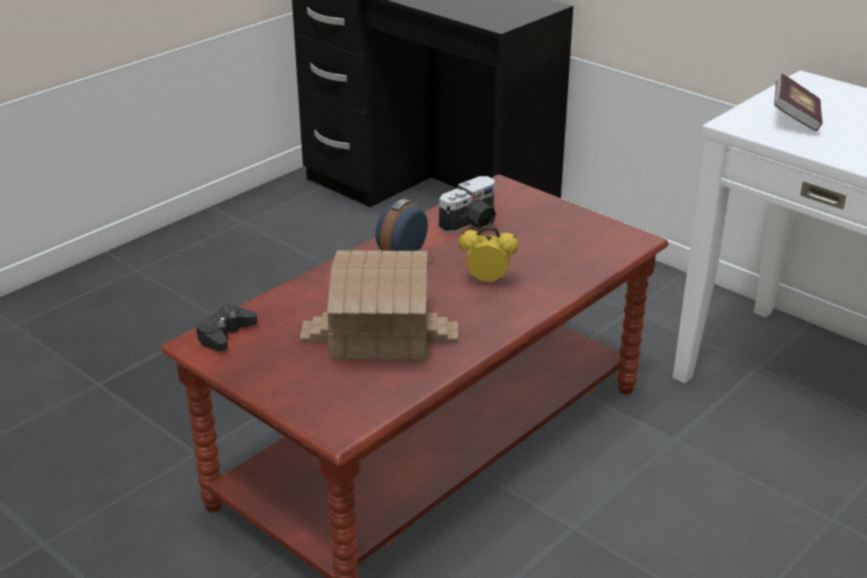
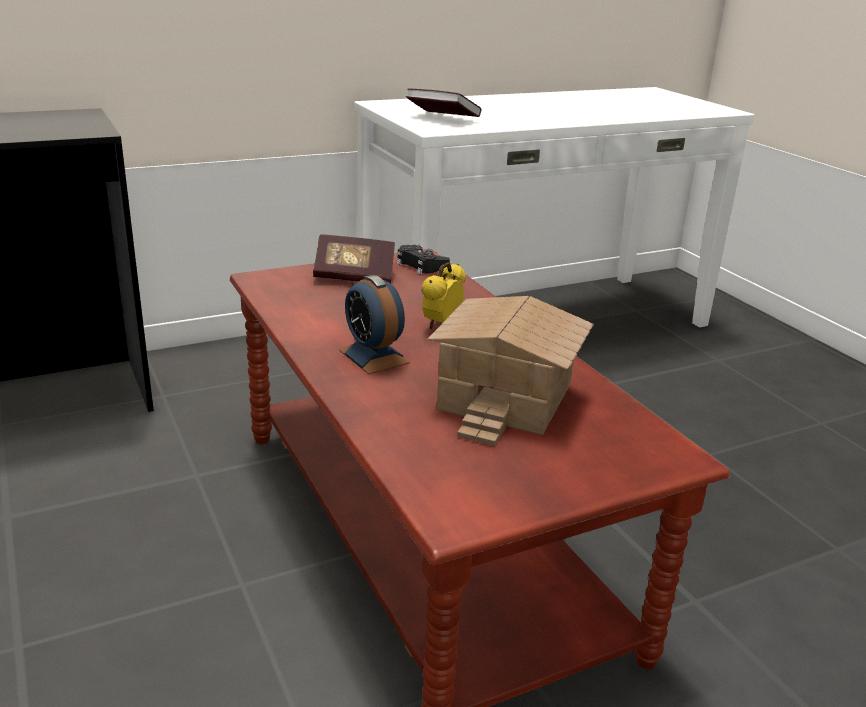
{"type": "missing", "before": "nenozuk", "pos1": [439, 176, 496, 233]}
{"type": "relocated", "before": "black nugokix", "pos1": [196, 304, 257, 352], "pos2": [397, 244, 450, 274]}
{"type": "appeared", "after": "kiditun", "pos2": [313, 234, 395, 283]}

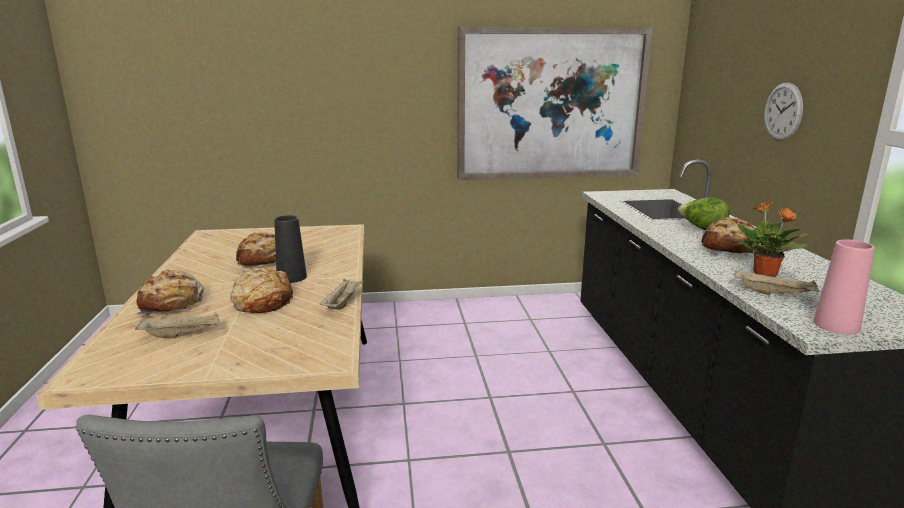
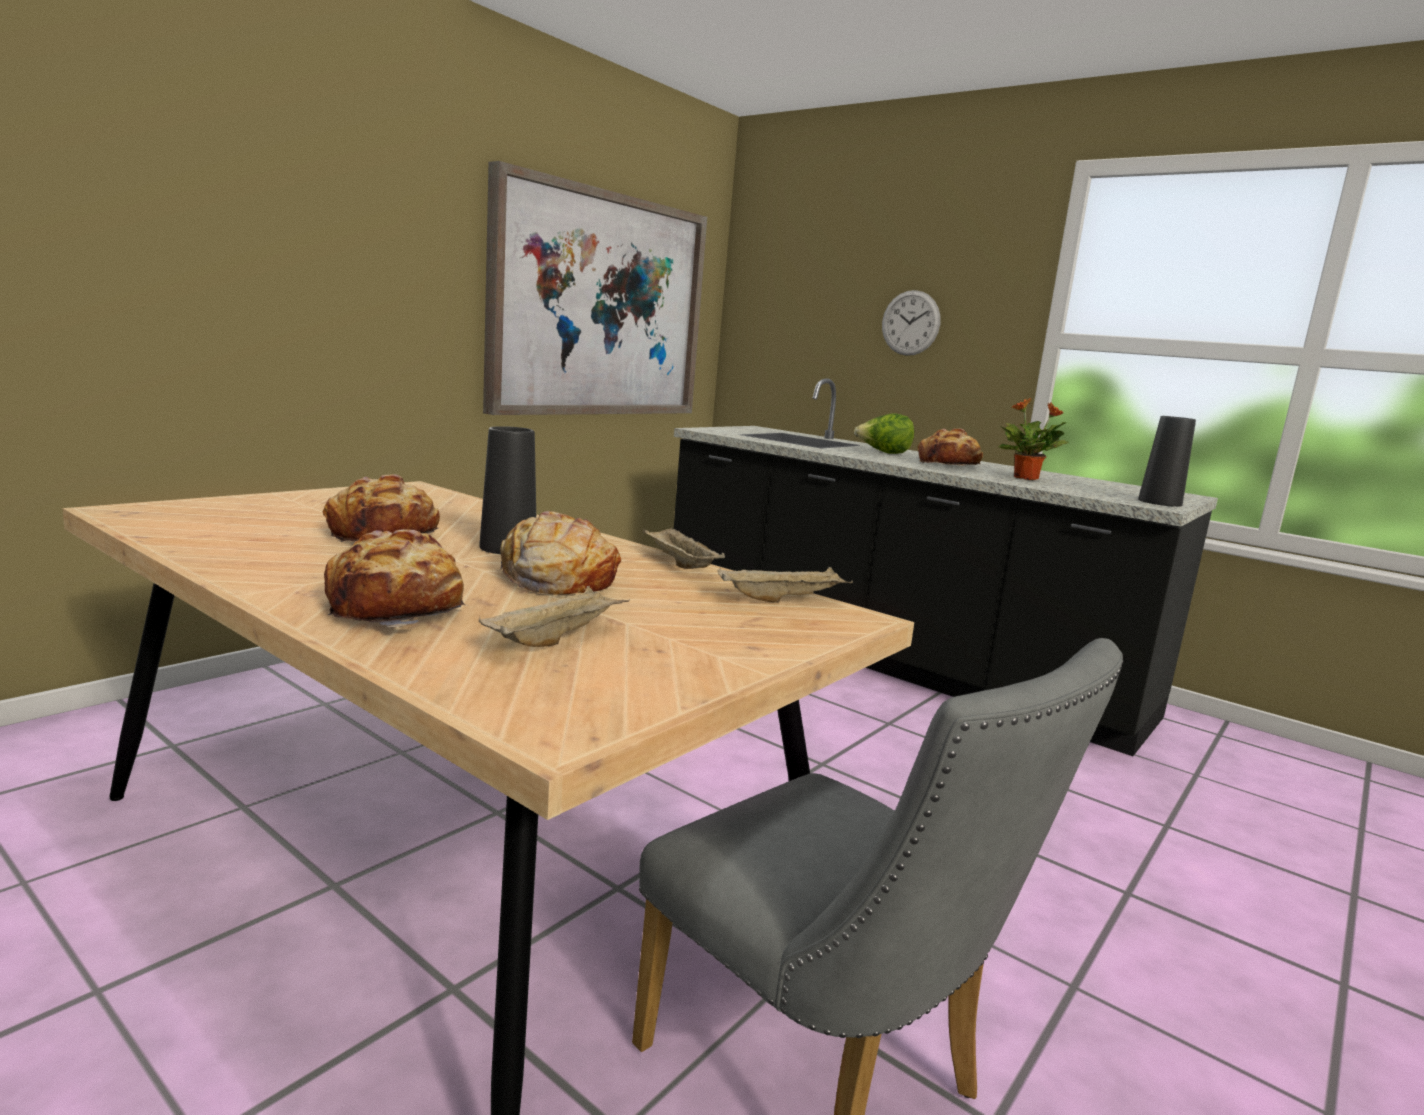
{"type": "colour", "before": "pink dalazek", "after": "black dalazek", "pos1": [813, 240, 875, 335], "pos2": [1138, 416, 1196, 507]}
{"type": "relocated", "before": "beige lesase", "pos1": [734, 270, 819, 295], "pos2": [717, 567, 853, 603]}

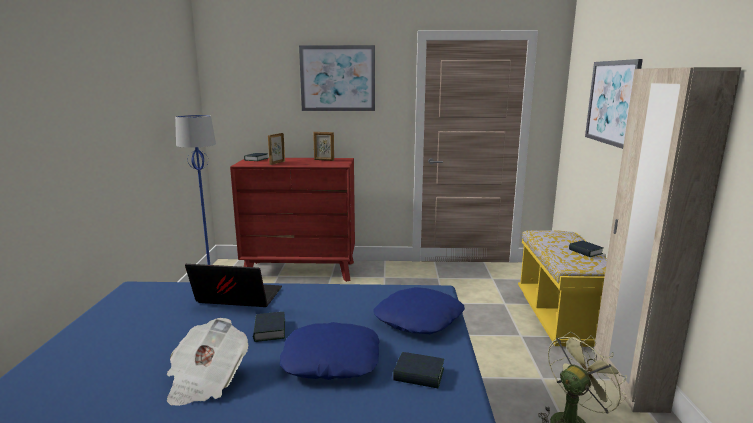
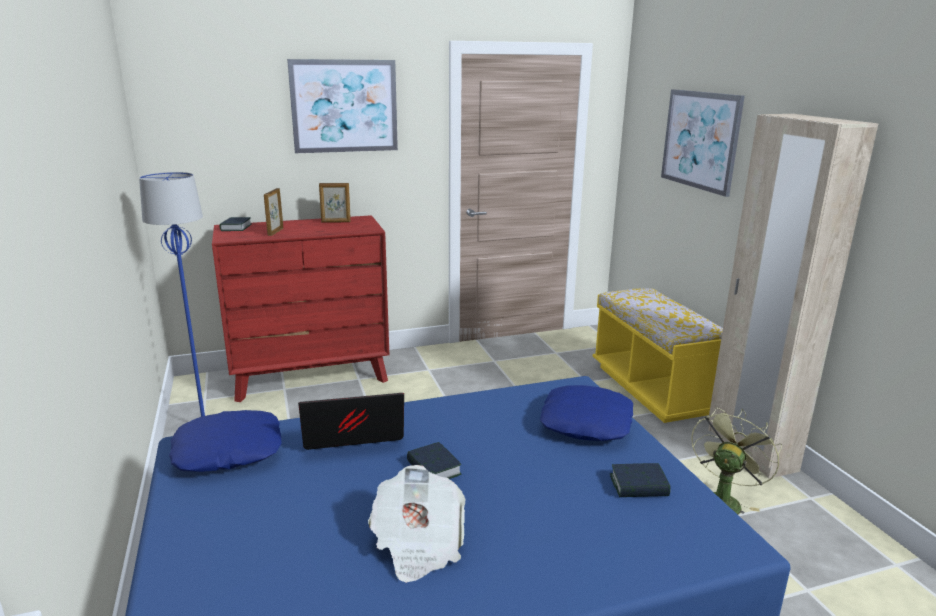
{"type": "missing", "before": "kiditun", "pos1": [569, 241, 603, 257]}
{"type": "relocated", "before": "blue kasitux", "pos1": [279, 322, 379, 380], "pos2": [169, 410, 282, 472]}

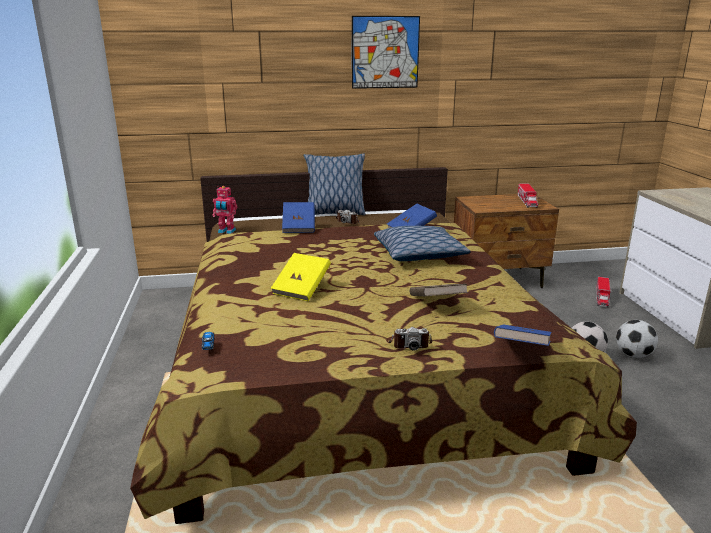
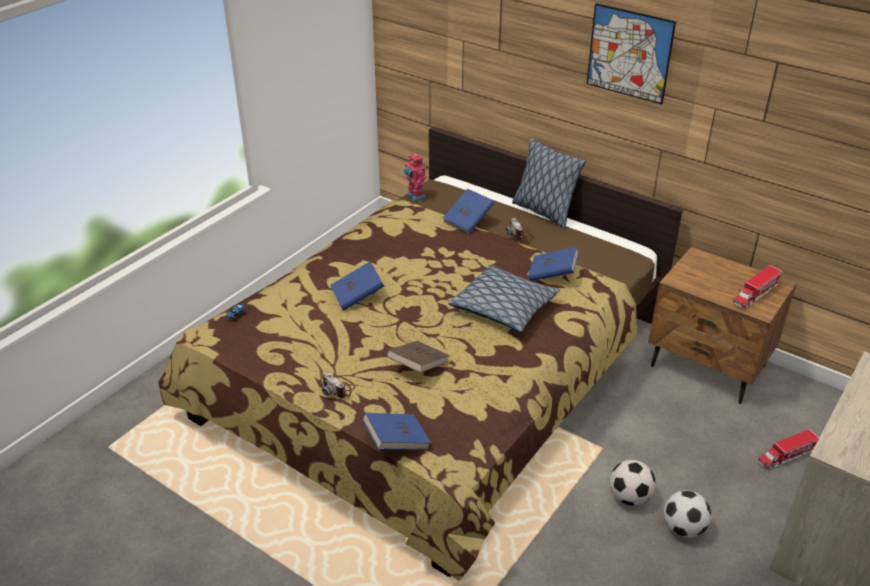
{"type": "colour", "before": "yellow kiditun", "after": "blue kiditun", "pos1": [271, 253, 331, 301], "pos2": [330, 261, 384, 311]}

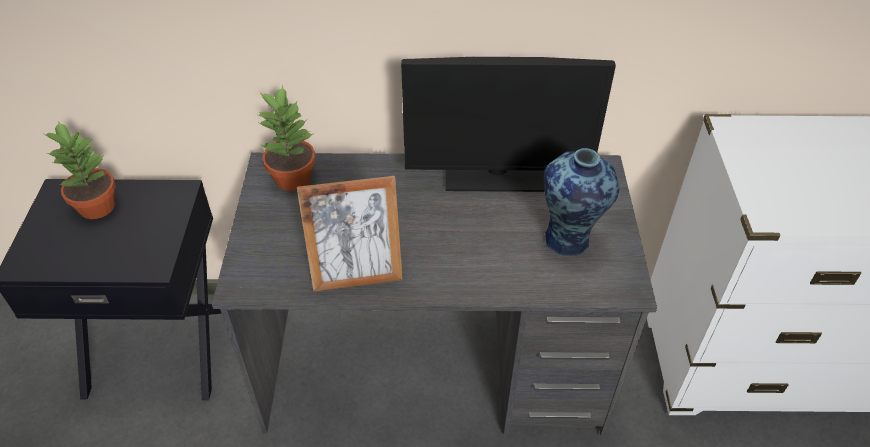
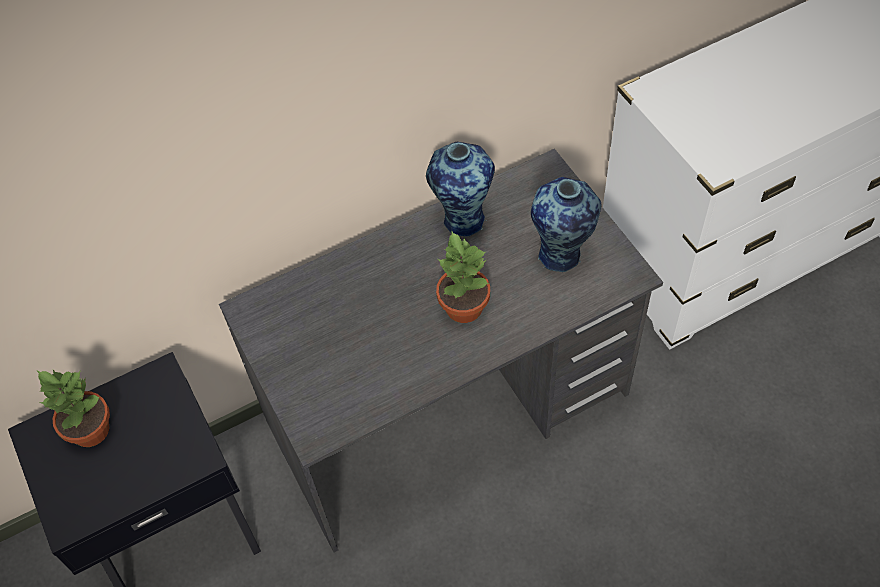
{"type": "exchanged", "before": "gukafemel", "after": "dalazek", "pos1": [401, 57, 616, 192], "pos2": [426, 142, 495, 237]}
{"type": "relocated", "before": "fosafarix", "pos1": [257, 86, 316, 191], "pos2": [436, 232, 490, 323]}
{"type": "missing", "before": "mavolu", "pos1": [297, 176, 402, 291]}

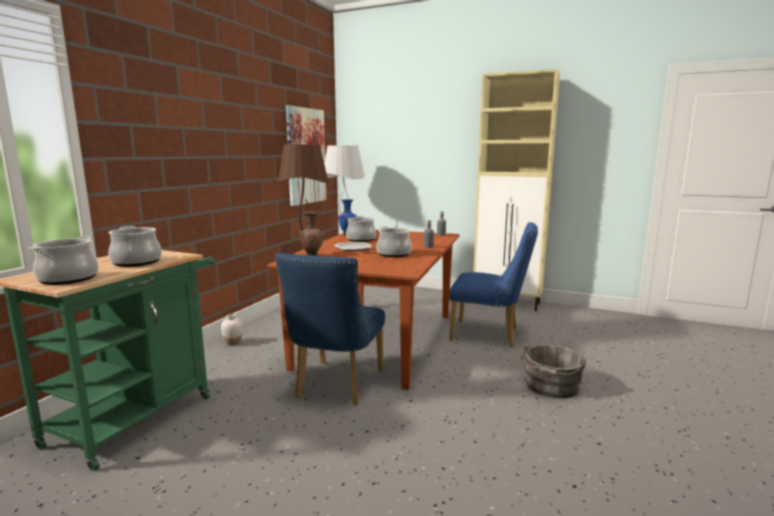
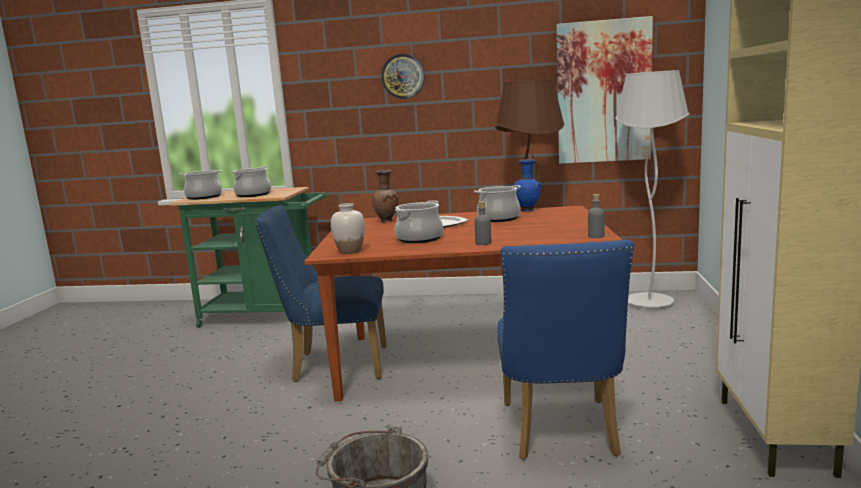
{"type": "relocated", "before": "white dalazek", "pos1": [221, 314, 243, 346], "pos2": [331, 203, 365, 254]}
{"type": "appeared", "after": "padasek", "pos2": [381, 54, 425, 99]}

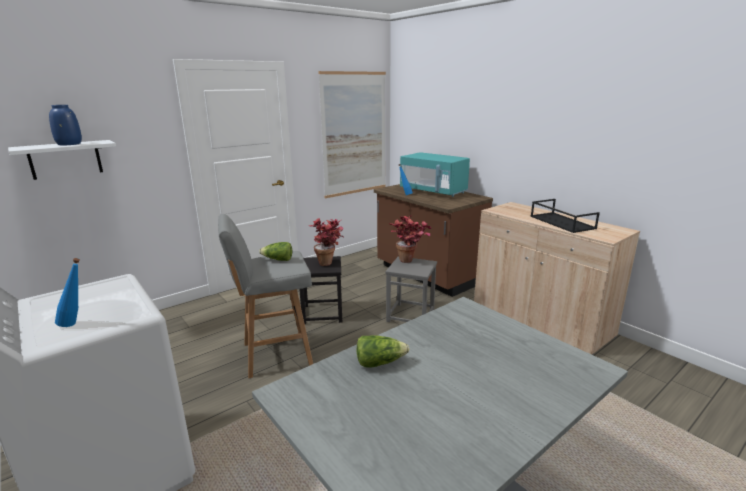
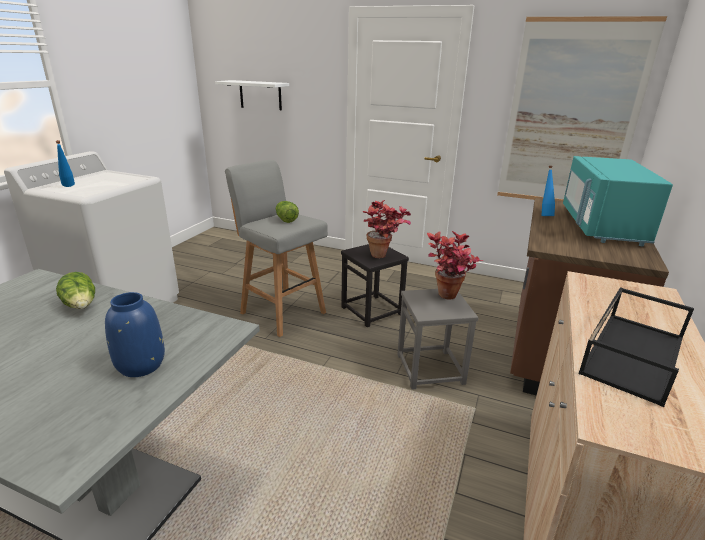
{"type": "relocated", "before": "blue dalazek", "pos1": [49, 105, 82, 145], "pos2": [105, 292, 165, 377]}

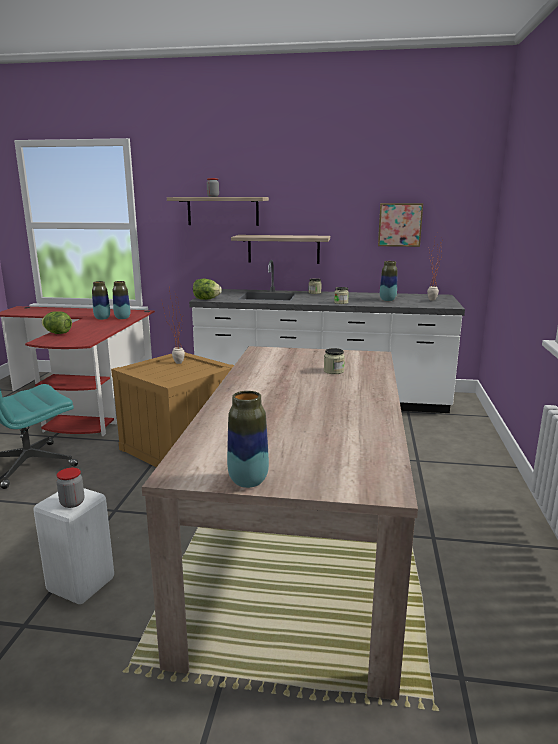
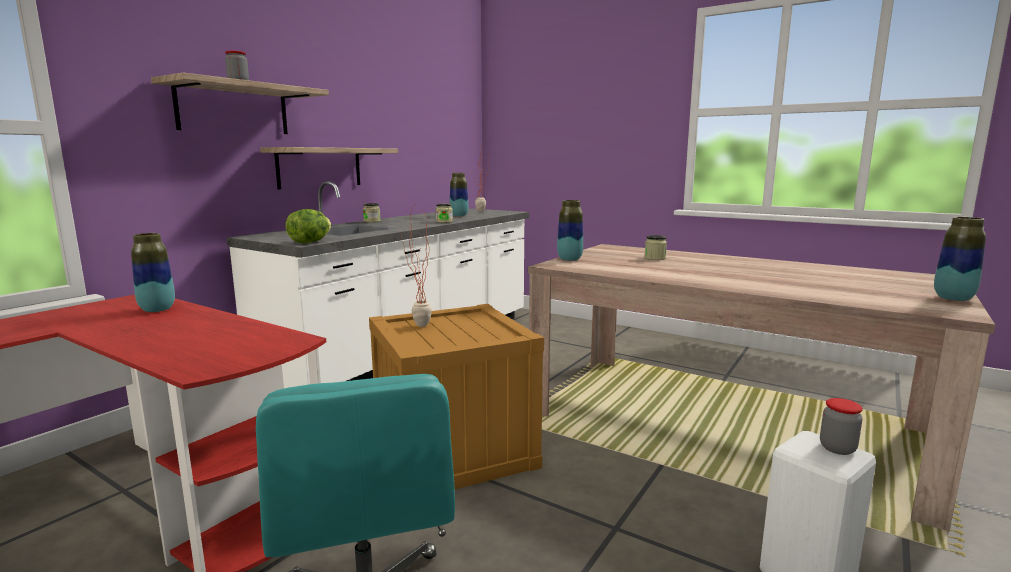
{"type": "missing", "before": "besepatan", "pos1": [378, 203, 423, 247]}
{"type": "relocated", "before": "dalazek", "pos1": [92, 281, 110, 320], "pos2": [557, 200, 583, 261]}
{"type": "missing", "before": "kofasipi", "pos1": [41, 311, 72, 334]}

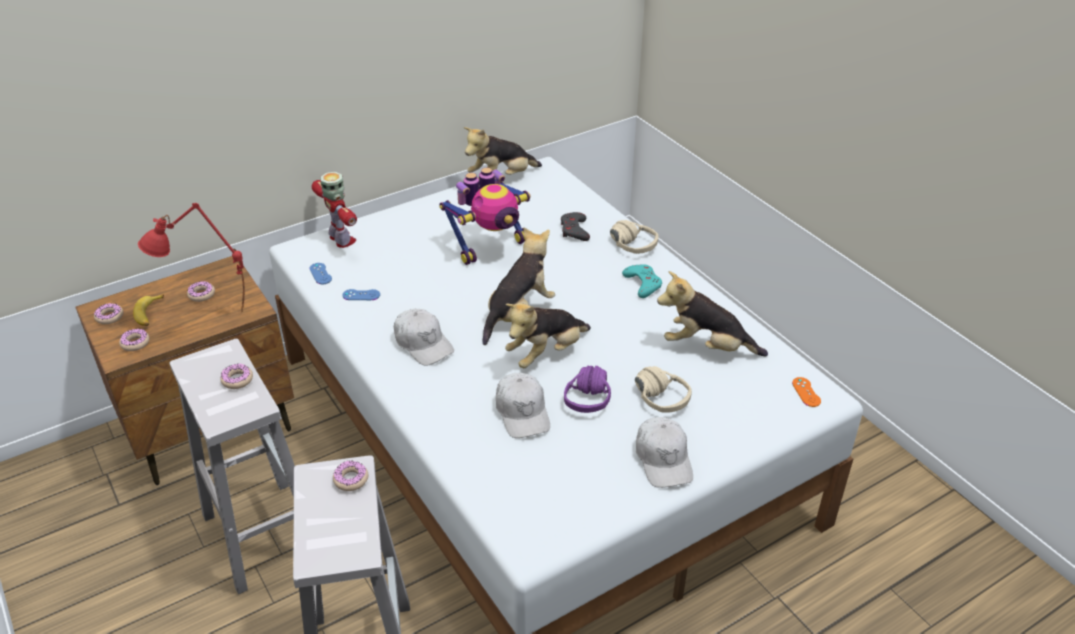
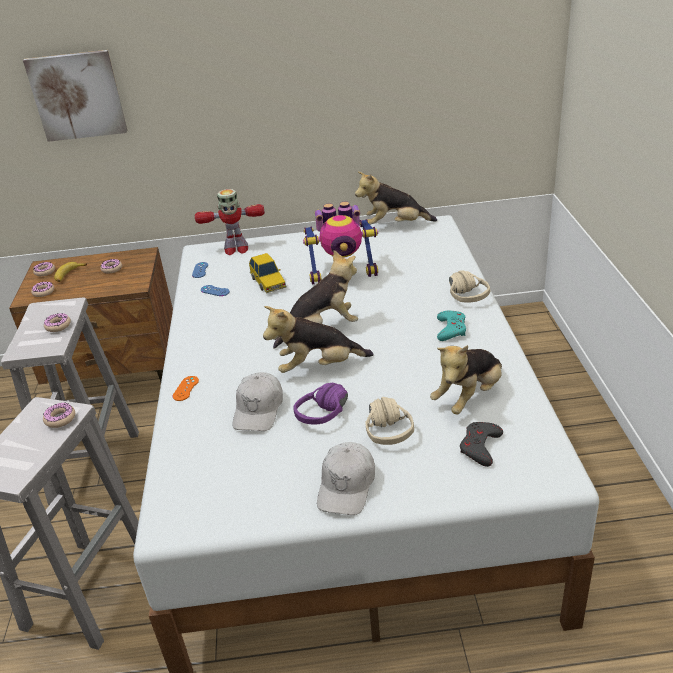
{"type": "spun", "before": "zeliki", "pos1": [312, 172, 357, 248], "pos2": [195, 189, 265, 255], "turn": 90}
{"type": "missing", "before": "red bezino", "pos1": [138, 203, 245, 312]}
{"type": "relocated", "before": "grey nugokix", "pos1": [561, 212, 590, 241], "pos2": [460, 422, 503, 467]}
{"type": "spun", "before": "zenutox", "pos1": [657, 271, 768, 356], "pos2": [430, 345, 502, 415], "turn": -90}
{"type": "missing", "before": "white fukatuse", "pos1": [394, 309, 454, 366]}
{"type": "relocated", "before": "orange nugokix", "pos1": [792, 377, 821, 407], "pos2": [173, 376, 199, 401]}
{"type": "appeared", "after": "besepatan", "pos2": [23, 50, 128, 142]}
{"type": "appeared", "after": "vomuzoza", "pos2": [249, 253, 287, 293]}

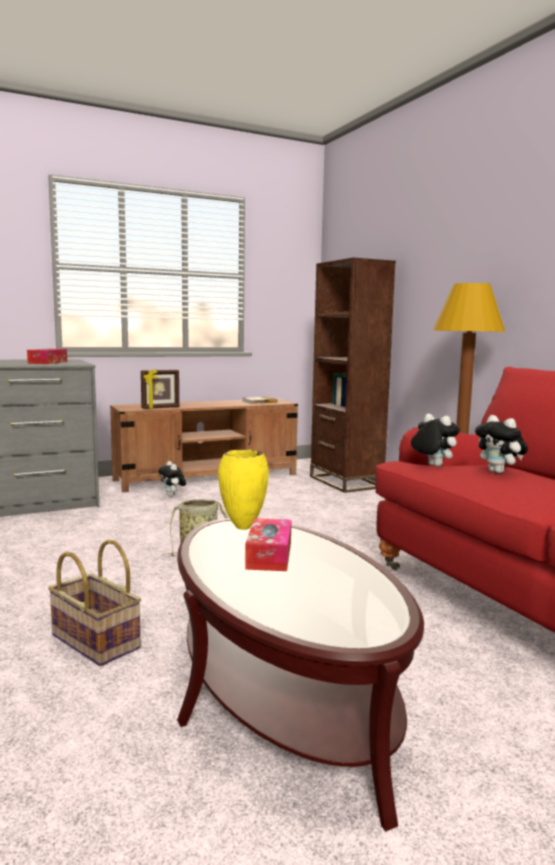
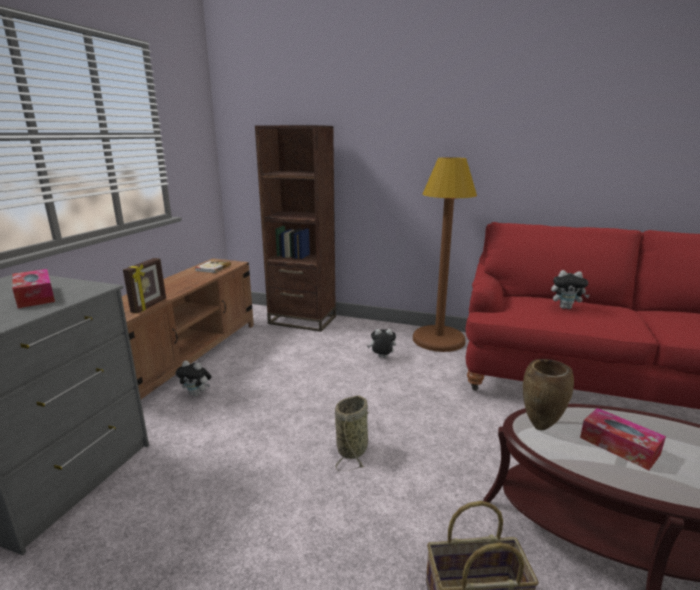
{"type": "relocated", "before": "zenutox", "pos1": [411, 414, 460, 467], "pos2": [367, 329, 396, 358]}
{"type": "colour", "before": "yellow dalazek", "after": "brown dalazek", "pos1": [218, 450, 269, 530], "pos2": [523, 359, 574, 430]}

